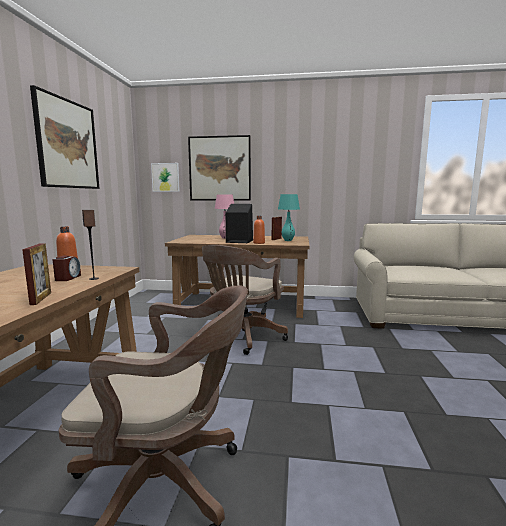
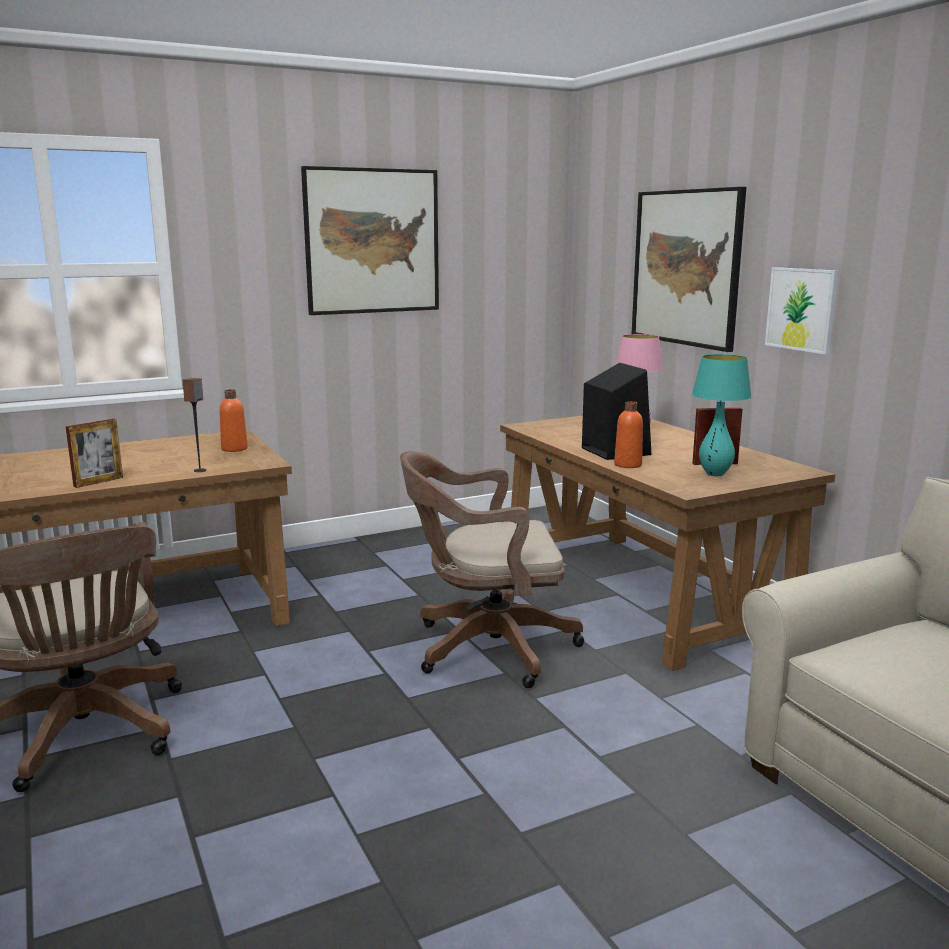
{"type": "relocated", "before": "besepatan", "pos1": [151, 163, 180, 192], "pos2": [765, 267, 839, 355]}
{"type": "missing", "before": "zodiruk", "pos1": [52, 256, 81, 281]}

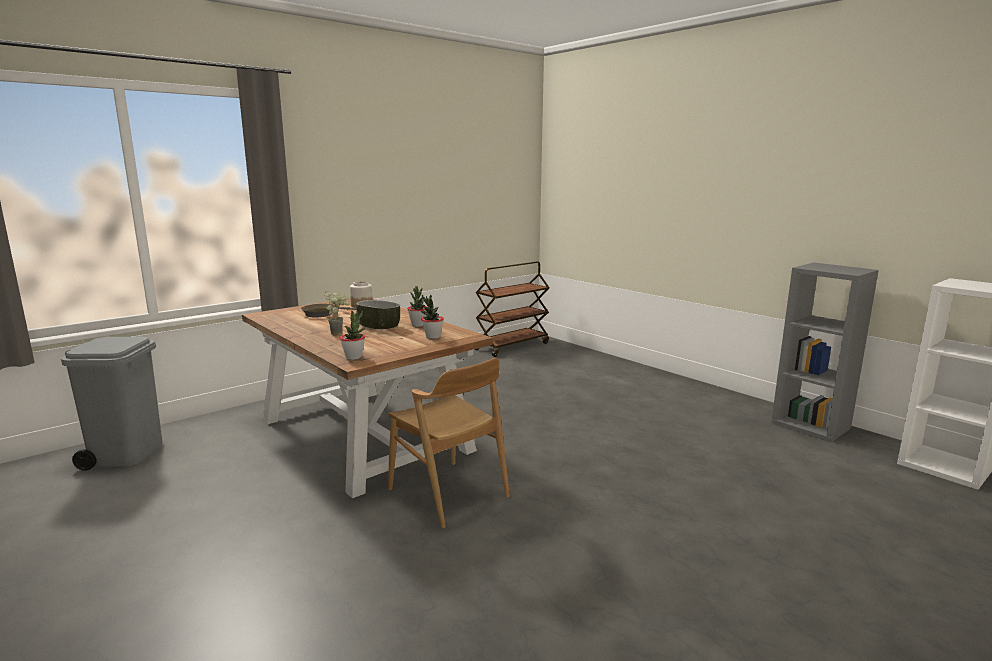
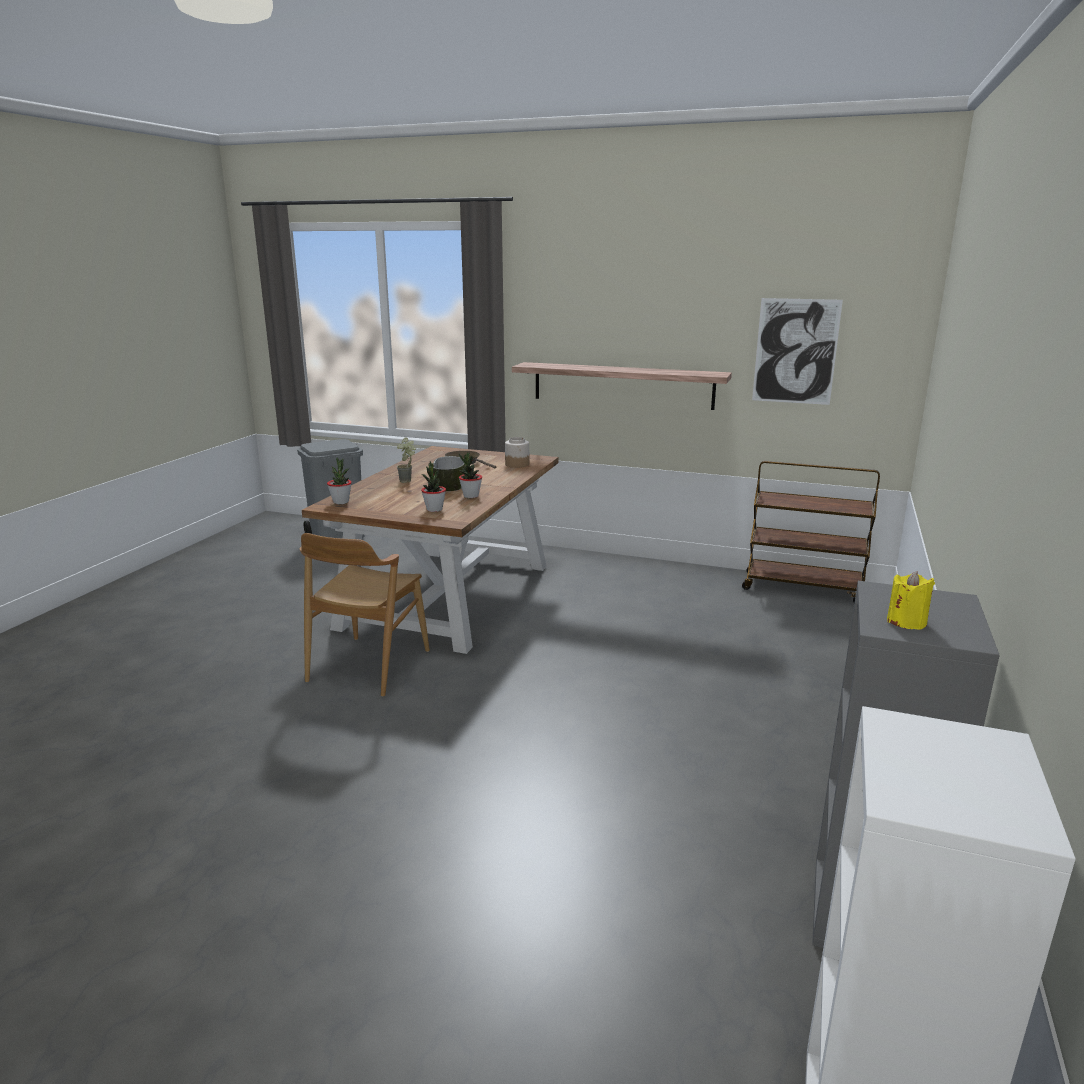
{"type": "appeared", "after": "besepatan", "pos2": [752, 298, 843, 405]}
{"type": "appeared", "after": "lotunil", "pos2": [512, 362, 732, 410]}
{"type": "appeared", "after": "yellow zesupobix", "pos2": [887, 571, 935, 630]}

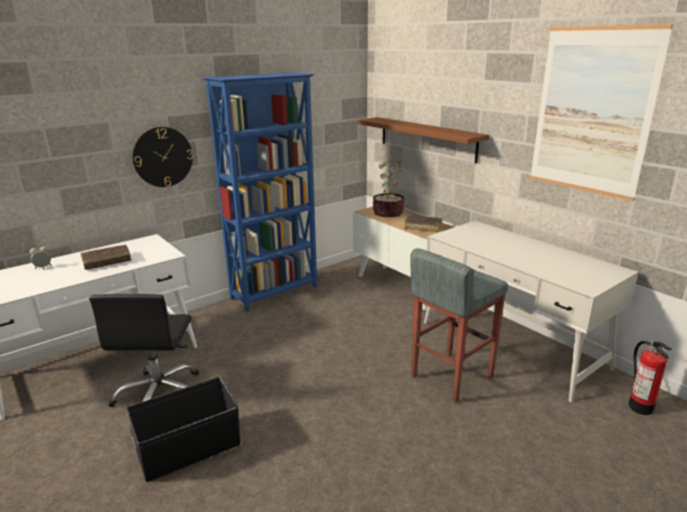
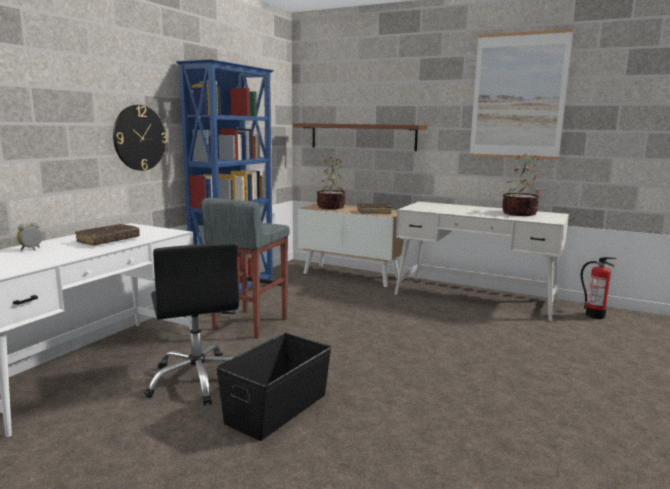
{"type": "relocated", "before": "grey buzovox", "pos1": [410, 248, 508, 403], "pos2": [201, 198, 290, 339]}
{"type": "appeared", "after": "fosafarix", "pos2": [502, 153, 540, 216]}

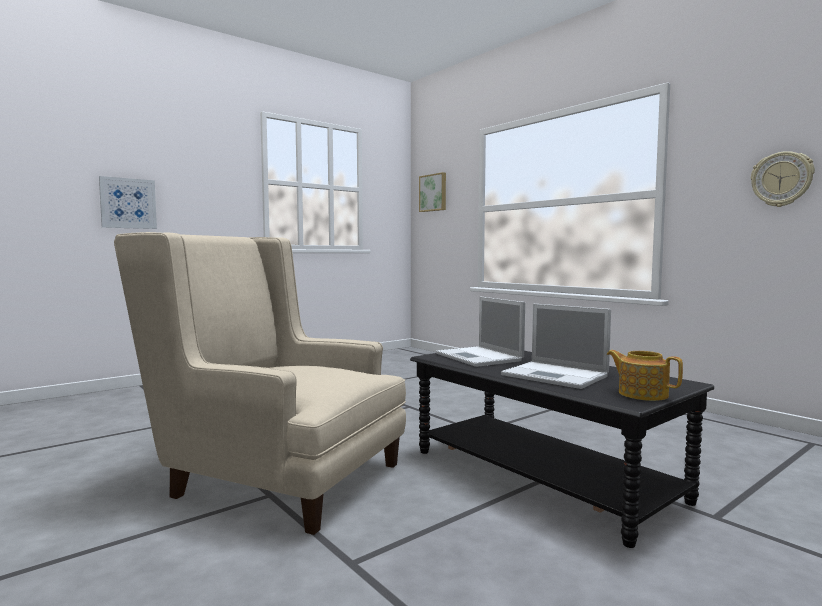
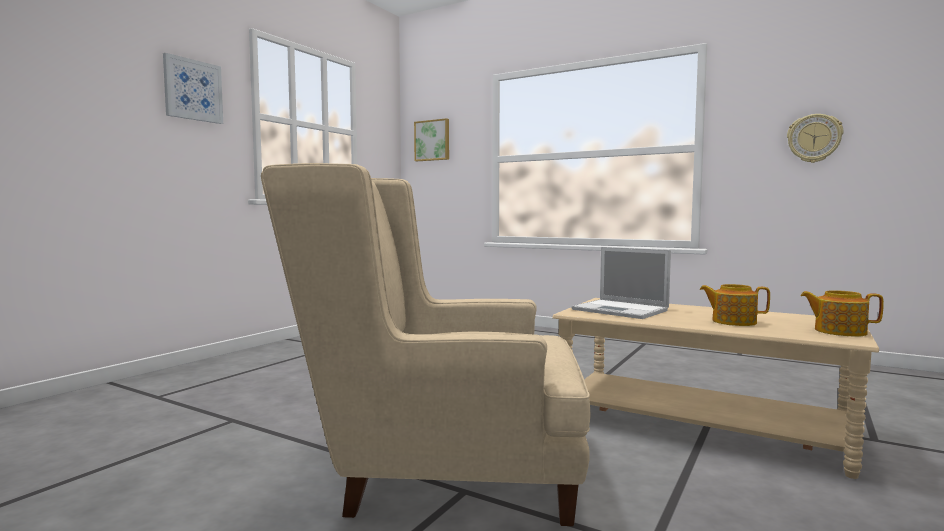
{"type": "relocated", "before": "besepatan", "pos1": [99, 176, 157, 229], "pos2": [163, 53, 223, 124]}
{"type": "exchanged", "before": "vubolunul", "after": "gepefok", "pos1": [501, 304, 611, 389], "pos2": [699, 284, 770, 326]}
{"type": "colour", "before": "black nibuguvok", "after": "beige nibuguvok", "pos1": [410, 351, 714, 548], "pos2": [552, 298, 879, 479]}

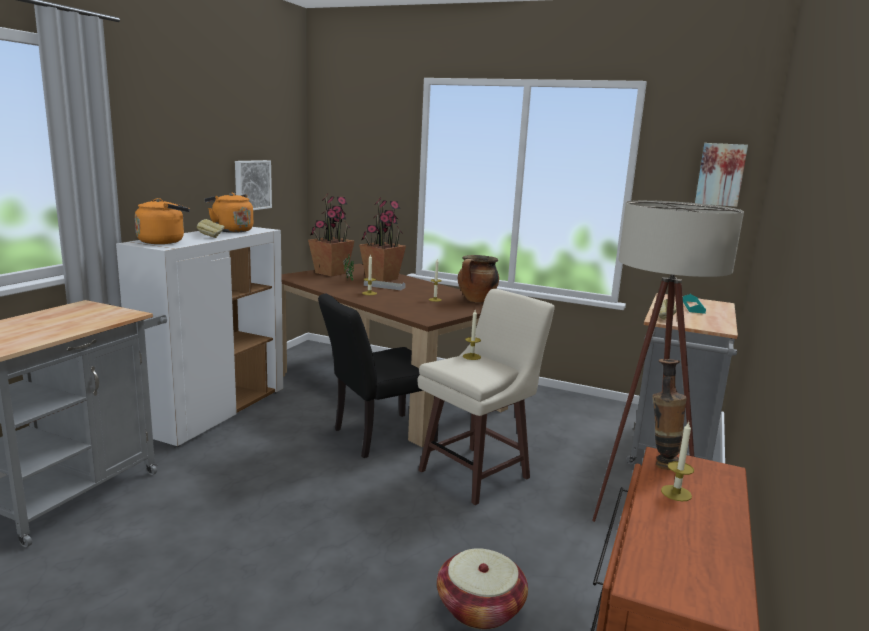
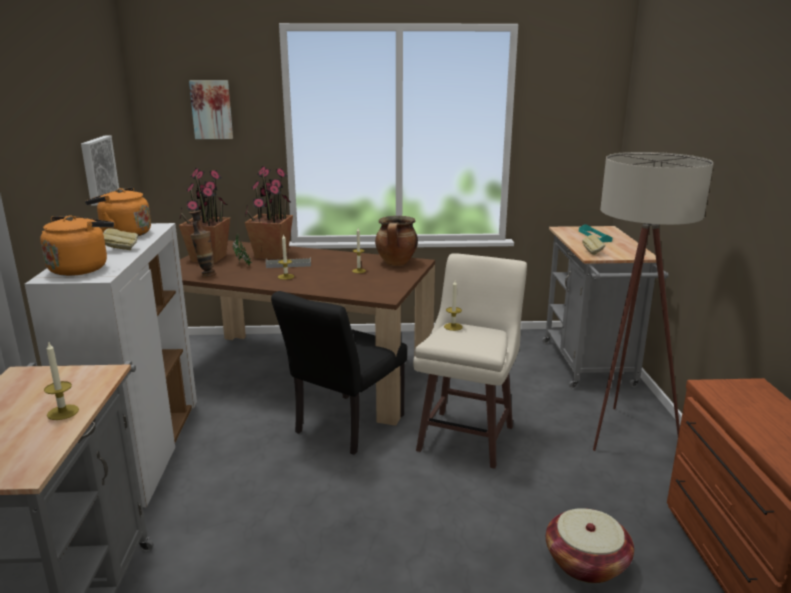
{"type": "relocated", "before": "besepatan", "pos1": [695, 143, 748, 207], "pos2": [189, 80, 233, 139]}
{"type": "relocated", "before": "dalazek", "pos1": [652, 359, 687, 470], "pos2": [189, 211, 216, 278]}
{"type": "relocated", "before": "zesupobix", "pos1": [661, 422, 694, 501], "pos2": [44, 341, 79, 420]}

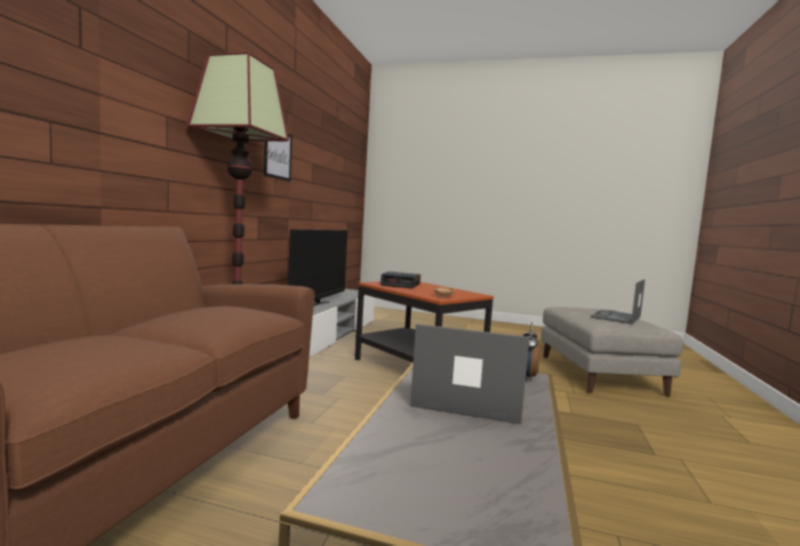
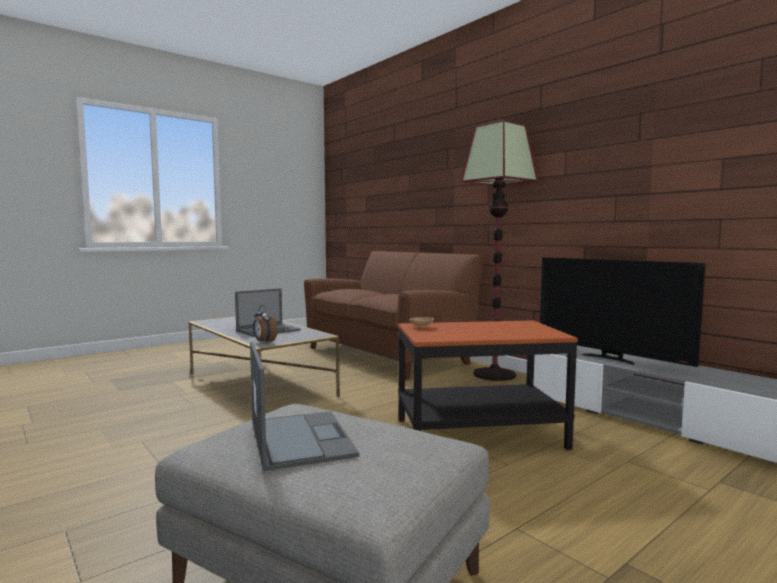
{"type": "missing", "before": "besepatan", "pos1": [264, 134, 292, 181]}
{"type": "missing", "before": "zodiruk", "pos1": [380, 271, 421, 289]}

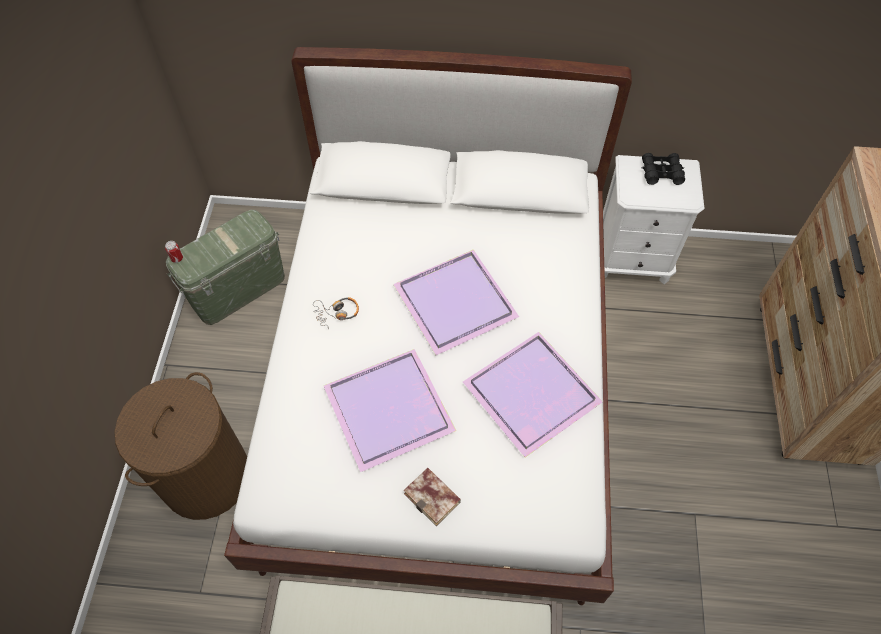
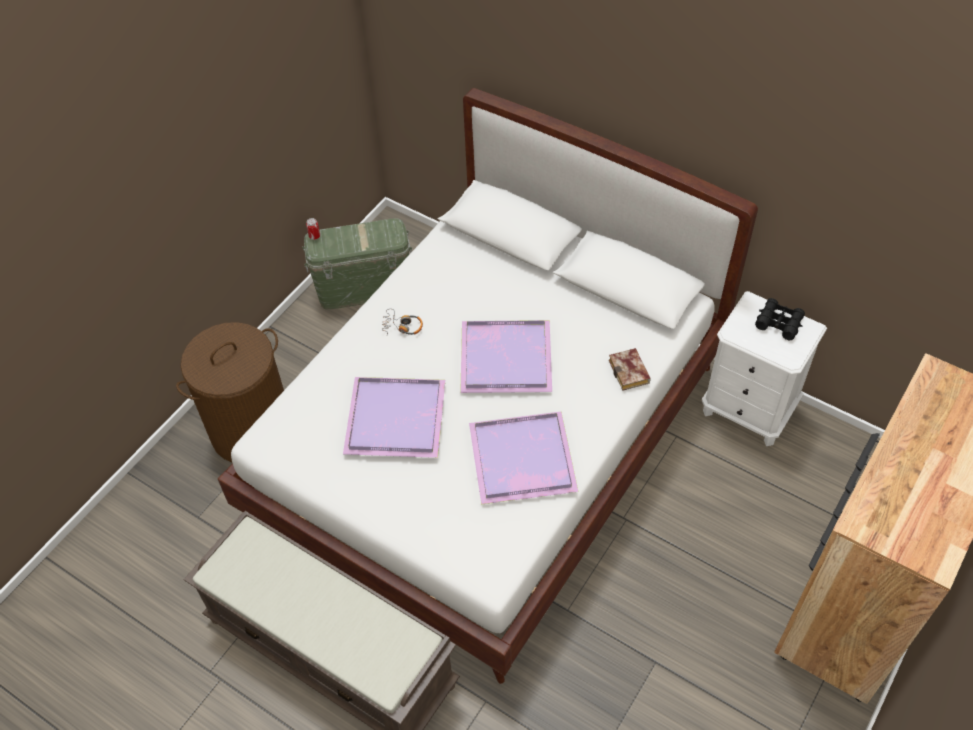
{"type": "relocated", "before": "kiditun", "pos1": [404, 468, 461, 526], "pos2": [609, 348, 650, 391]}

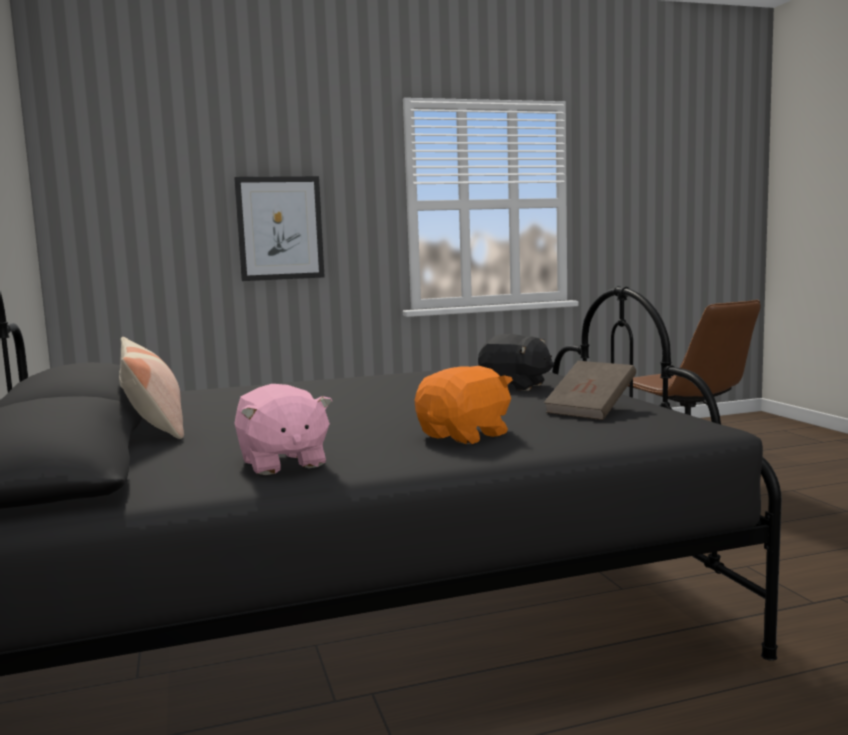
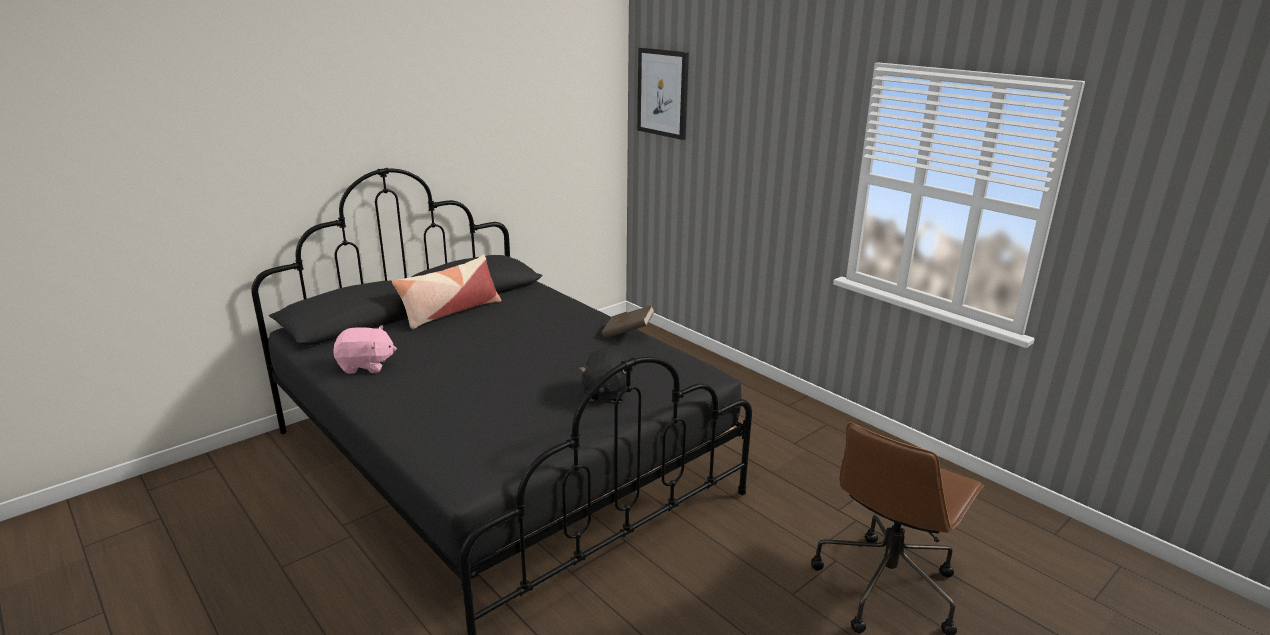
{"type": "relocated", "before": "besepatan", "pos1": [234, 176, 325, 281], "pos2": [637, 48, 689, 140]}
{"type": "relocated", "before": "brown kiditun", "pos1": [544, 361, 636, 420], "pos2": [602, 305, 655, 338]}
{"type": "missing", "before": "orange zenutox", "pos1": [415, 366, 512, 444]}
{"type": "spun", "before": "pink zenutox", "pos1": [235, 384, 332, 475], "pos2": [333, 325, 397, 374], "turn": -135}

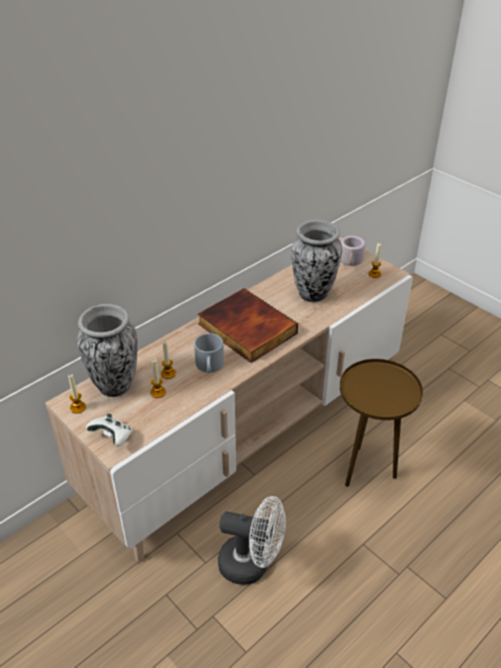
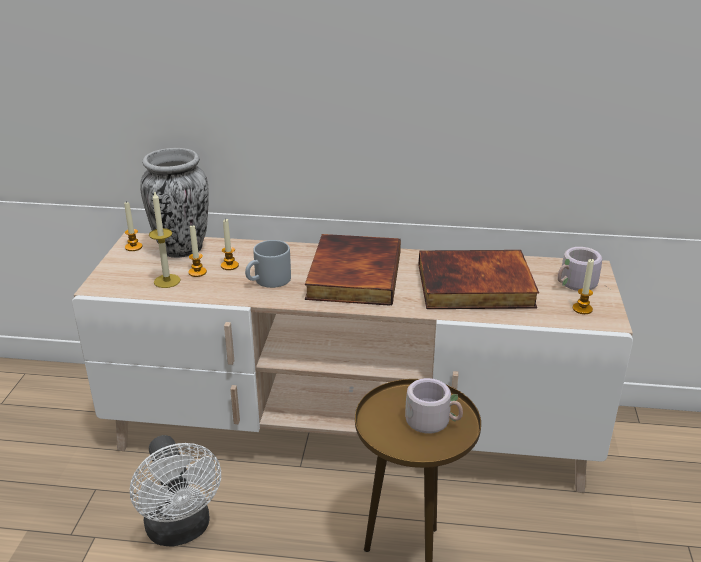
{"type": "exchanged", "before": "dalazek", "after": "kiditun", "pos1": [291, 220, 342, 302], "pos2": [418, 250, 539, 309]}
{"type": "missing", "before": "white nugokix", "pos1": [86, 414, 133, 447]}
{"type": "appeared", "after": "zesupobix", "pos2": [149, 192, 181, 288]}
{"type": "appeared", "after": "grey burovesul", "pos2": [405, 378, 463, 434]}

